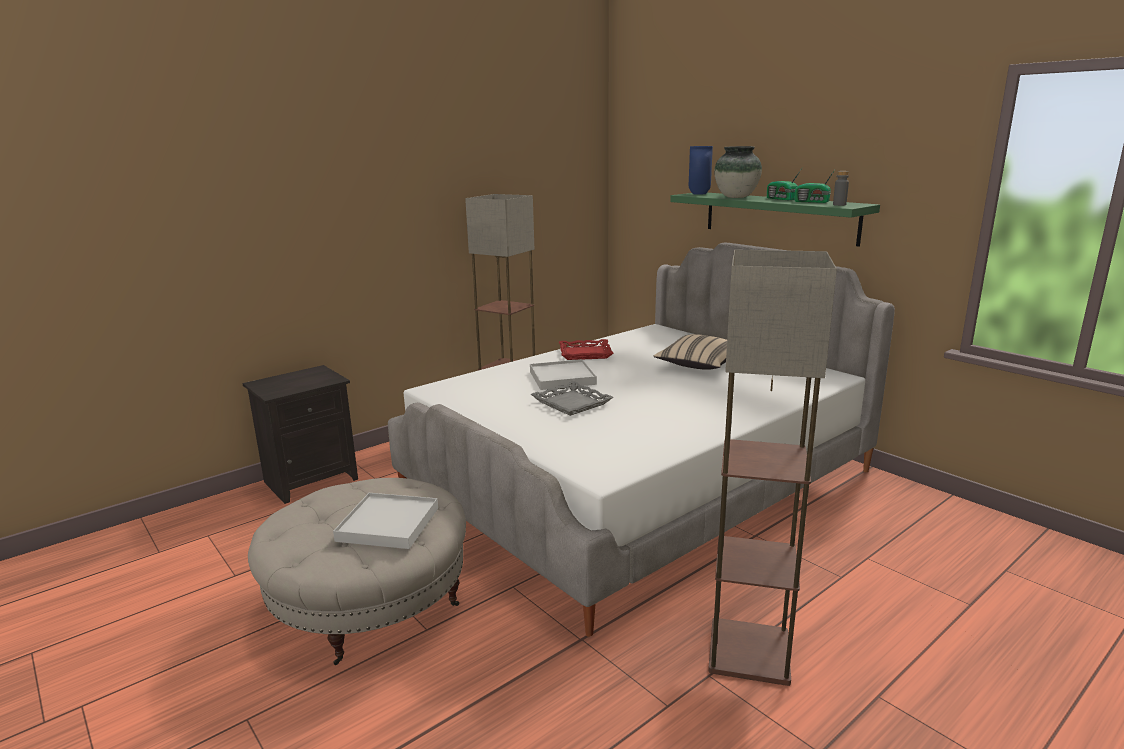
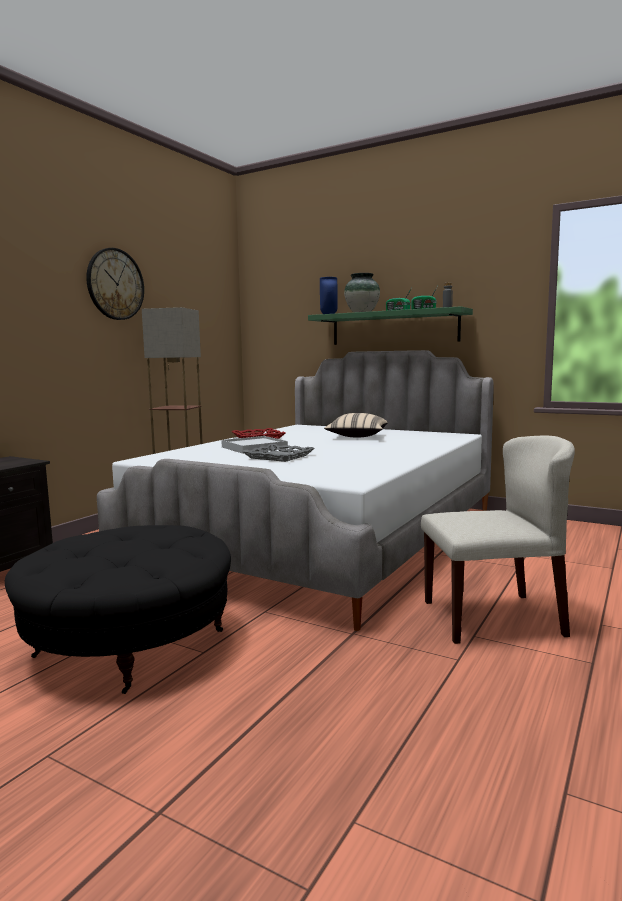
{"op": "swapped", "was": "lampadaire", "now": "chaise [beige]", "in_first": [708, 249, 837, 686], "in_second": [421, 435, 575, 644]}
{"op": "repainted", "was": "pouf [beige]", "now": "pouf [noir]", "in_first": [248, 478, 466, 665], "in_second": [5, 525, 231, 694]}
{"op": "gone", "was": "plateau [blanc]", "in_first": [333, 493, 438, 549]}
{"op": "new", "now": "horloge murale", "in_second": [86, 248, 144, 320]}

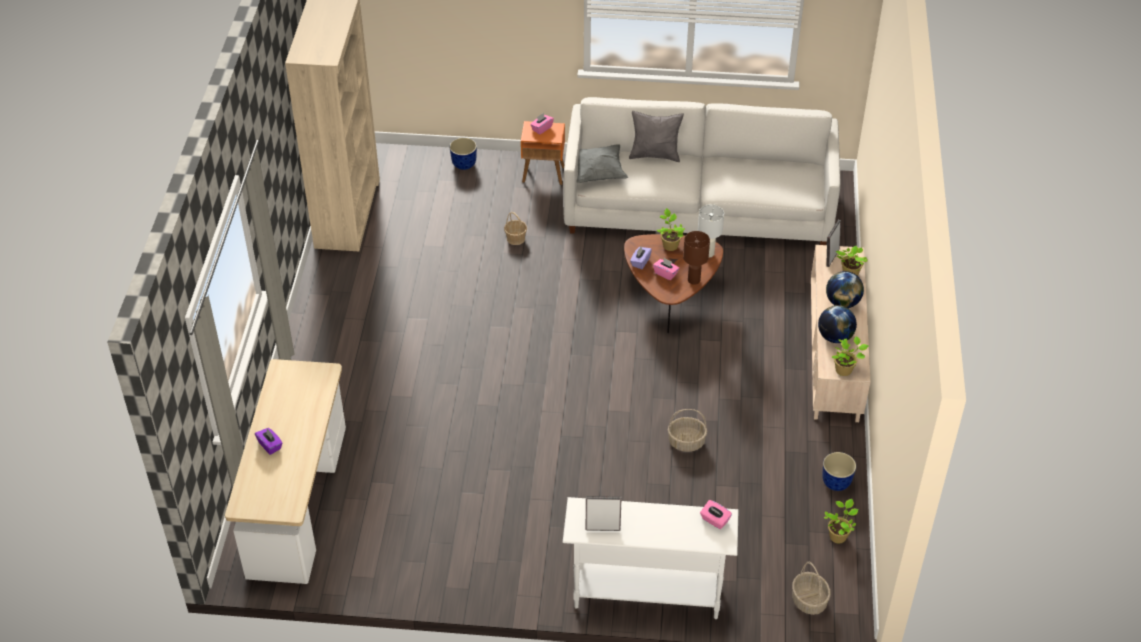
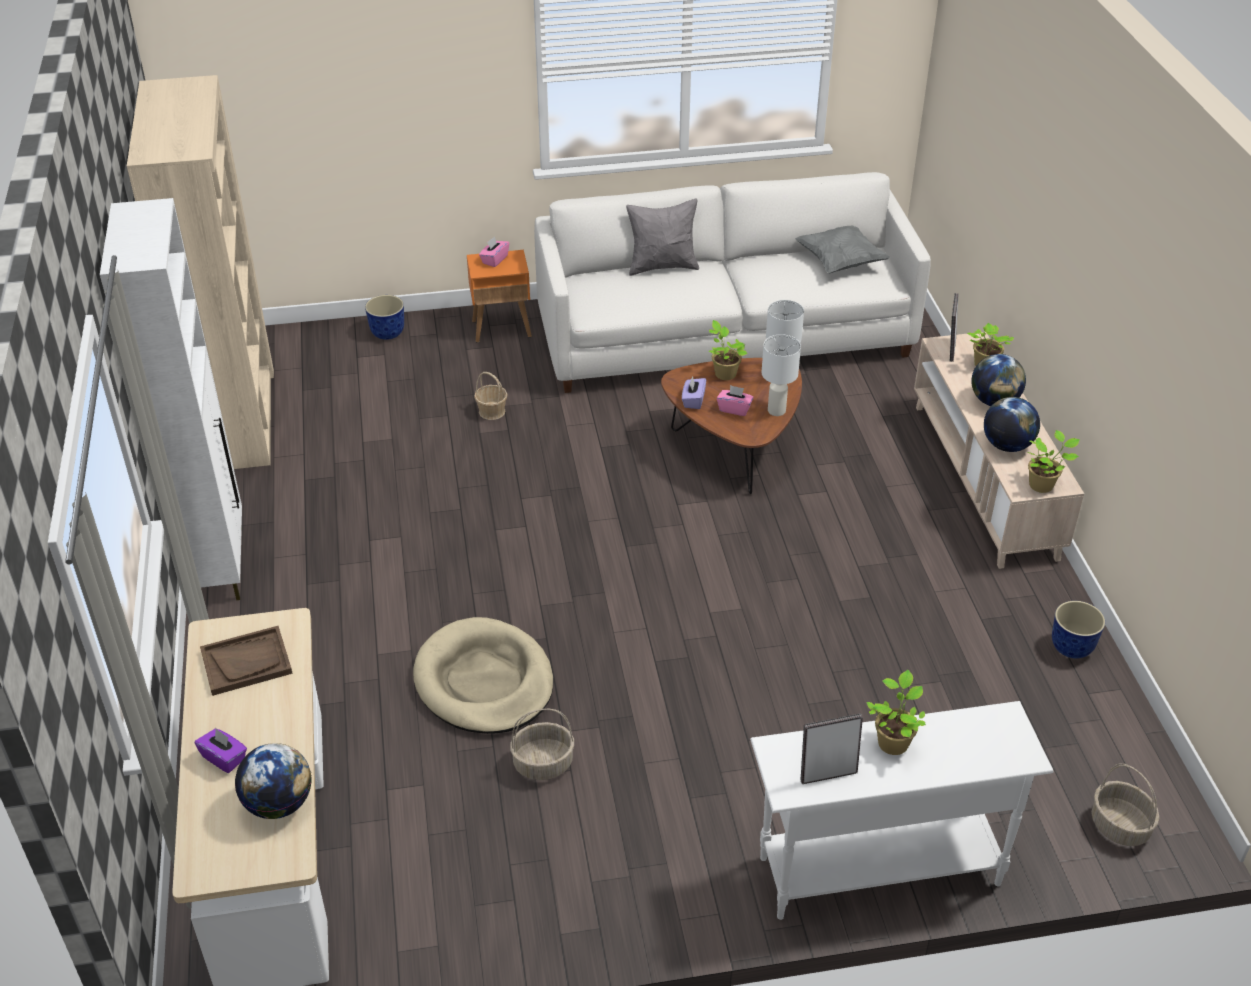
{"op": "shifted", "was": "coussin [gris]", "in_first": [576, 144, 628, 183], "in_second": [795, 225, 890, 274]}
{"op": "repainted", "was": "lampe de table [marron]", "now": "lampe de table [blanc]", "in_first": [683, 231, 710, 285], "in_second": [761, 334, 801, 416]}
{"op": "shifted", "was": "panier", "in_first": [668, 409, 707, 452], "in_second": [510, 709, 574, 780]}
{"op": "shifted", "was": "plante en pot", "in_first": [824, 499, 858, 543], "in_second": [867, 670, 926, 755]}
{"op": "gone", "was": "boîte à mouchoirs [rose]", "in_first": [700, 500, 732, 529]}
{"op": "new", "now": "meuble de rangement [blanc]", "in_second": [100, 198, 242, 600]}
{"op": "new", "now": "panier pour chien [beige]", "in_second": [413, 617, 553, 734]}
{"op": "new", "now": "plateau [marron]", "in_second": [200, 626, 293, 696]}
{"op": "new", "now": "globe", "in_second": [235, 743, 312, 819]}

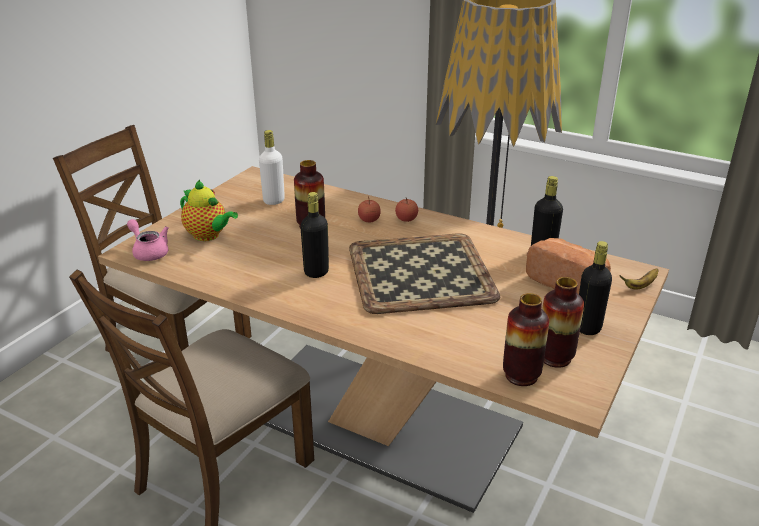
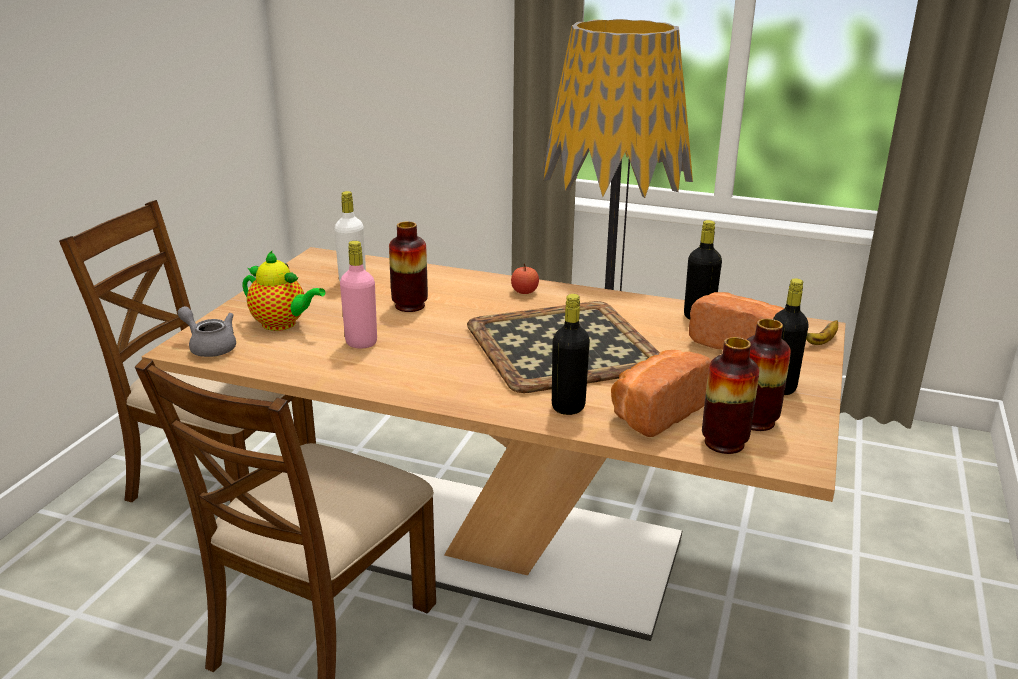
{"op": "shifted", "was": "bouteille [noir]", "in_first": [300, 192, 329, 278], "in_second": [552, 294, 590, 415]}
{"op": "gone", "was": "pomme", "in_first": [358, 196, 381, 223]}
{"op": "repainted", "was": "théière [rose]", "now": "théière [gris]", "in_first": [127, 219, 169, 261], "in_second": [177, 306, 236, 357]}
{"op": "new", "now": "bouteille [rose]", "in_second": [340, 241, 377, 348]}
{"op": "new", "now": "pain", "in_second": [611, 350, 712, 437]}

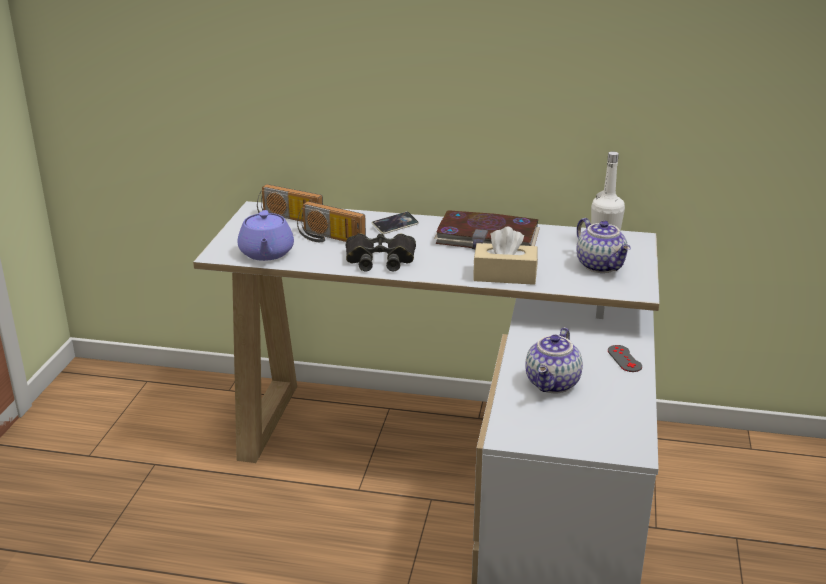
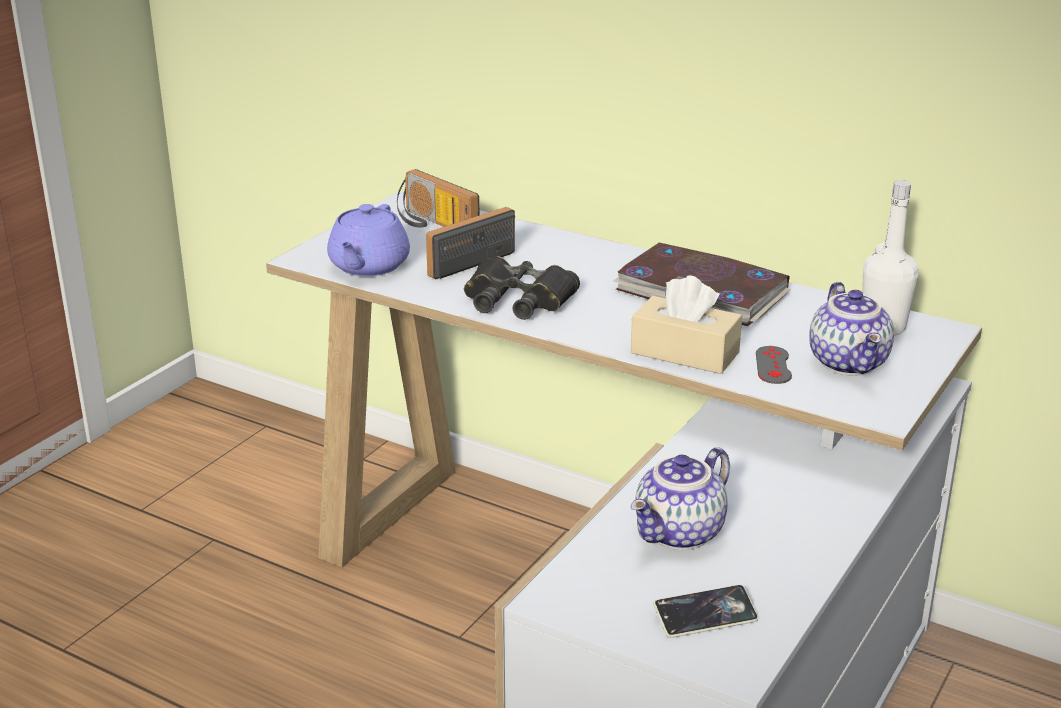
{"op": "rotated", "was": "radio", "in_first": [297, 201, 366, 242], "in_second": [426, 207, 515, 280], "clockwise": 90}
{"op": "shifted", "was": "téléphone", "in_first": [372, 212, 419, 234], "in_second": [654, 585, 758, 638]}
{"op": "shifted", "was": "manette [gris]", "in_first": [608, 345, 642, 372], "in_second": [756, 346, 792, 384]}

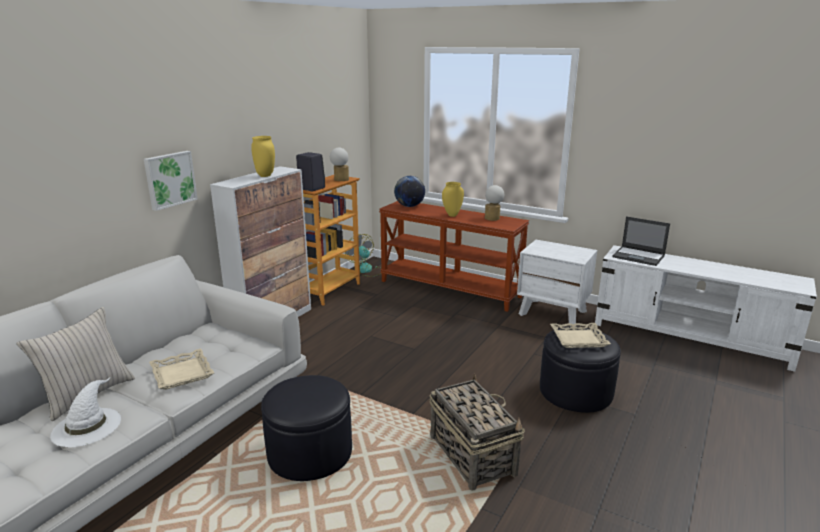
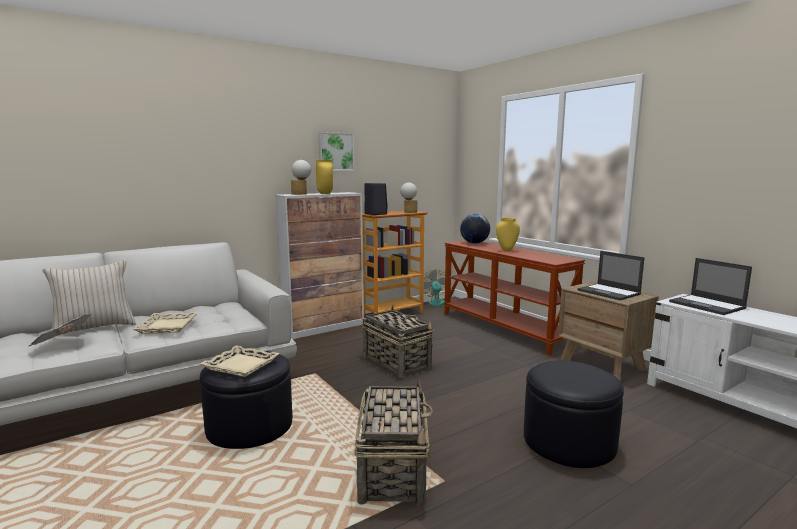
{"op": "shifted", "was": "tableau", "in_first": [144, 151, 198, 211], "in_second": [318, 132, 354, 171]}
{"op": "shifted", "was": "lampe de table", "in_first": [485, 185, 504, 221], "in_second": [291, 160, 311, 195]}
{"op": "repainted", "was": "table de chevet [blanc]", "now": "table de chevet [marron]", "in_first": [517, 240, 597, 324], "in_second": [558, 282, 659, 381]}
{"op": "shifted", "was": "plateau [beige]", "in_first": [550, 323, 611, 348], "in_second": [200, 345, 279, 377]}
{"op": "swapped", "was": "chapeau [blanc]", "now": "journal", "in_first": [50, 378, 121, 447], "in_second": [29, 314, 91, 346]}
{"op": "new", "now": "ordinateur portable", "in_second": [578, 251, 645, 300]}
{"op": "new", "now": "panier", "in_second": [362, 305, 435, 378]}

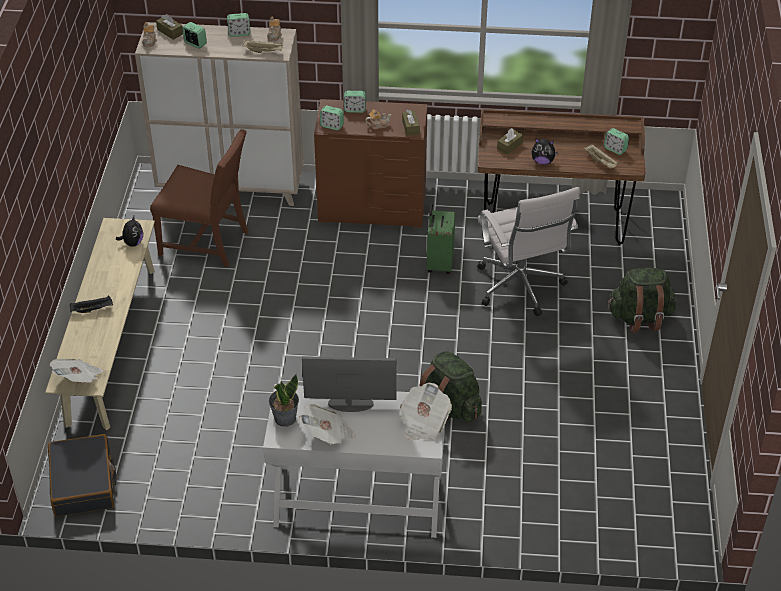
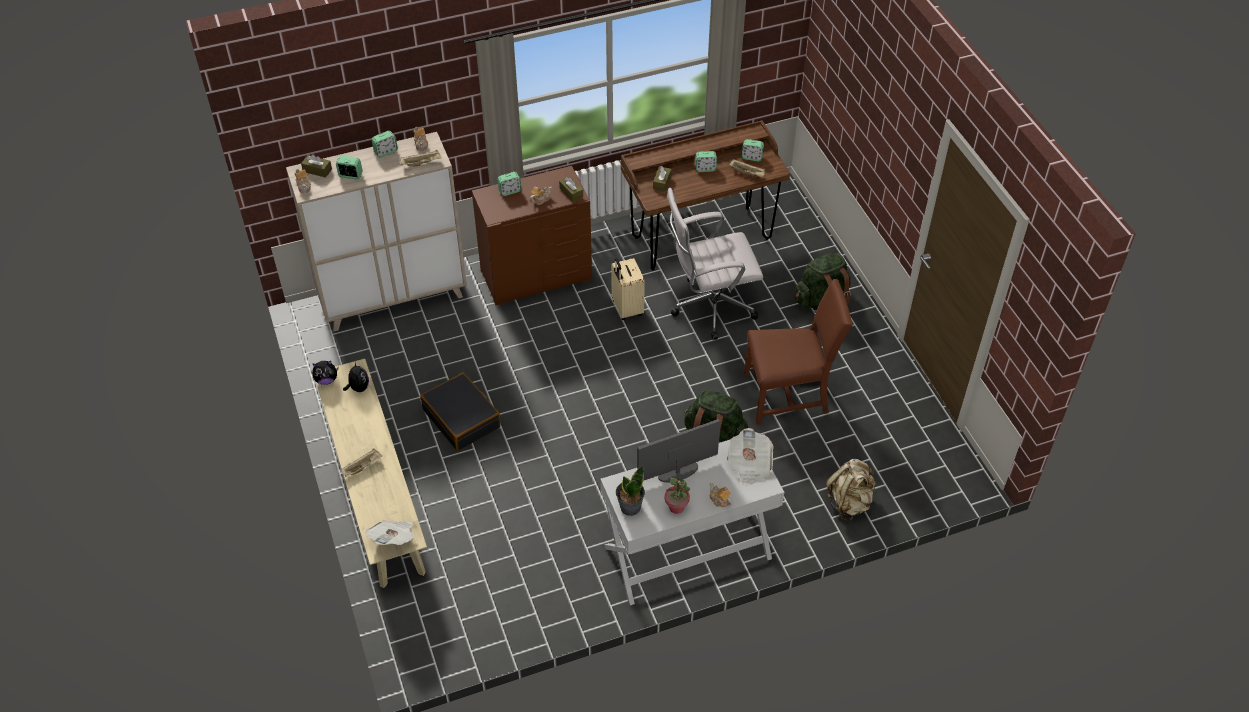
{"op": "shifted", "was": "réveil", "in_first": [320, 106, 344, 130], "in_second": [695, 151, 717, 172]}
{"op": "shifted", "was": "chaise [marron]", "in_first": [150, 129, 248, 267], "in_second": [744, 279, 853, 425]}
{"op": "shifted", "was": "peluche", "in_first": [532, 138, 558, 165], "in_second": [312, 361, 339, 385]}
{"op": "rotated", "was": "chaise de bureau [blanc]", "in_first": [477, 187, 580, 316], "in_second": [667, 188, 763, 340], "clockwise": 120}
{"op": "repainted", "was": "valise [vert]", "now": "valise [beige]", "in_first": [427, 204, 455, 274], "in_second": [611, 258, 645, 320]}
{"op": "repainted", "was": "plateau [noir]", "now": "plateau [beige]", "in_first": [70, 296, 113, 313], "in_second": [341, 448, 383, 477]}
{"op": "swapped", "was": "journal", "now": "plante en pot", "in_first": [299, 404, 356, 445], "in_second": [664, 476, 690, 514]}
{"op": "shifted", "was": "valise [noir]", "in_first": [48, 434, 116, 517], "in_second": [420, 373, 500, 451]}
{"op": "new", "now": "sac à dos [beige]", "in_second": [826, 459, 876, 521]}
{"op": "new", "now": "théière", "in_second": [710, 483, 733, 507]}

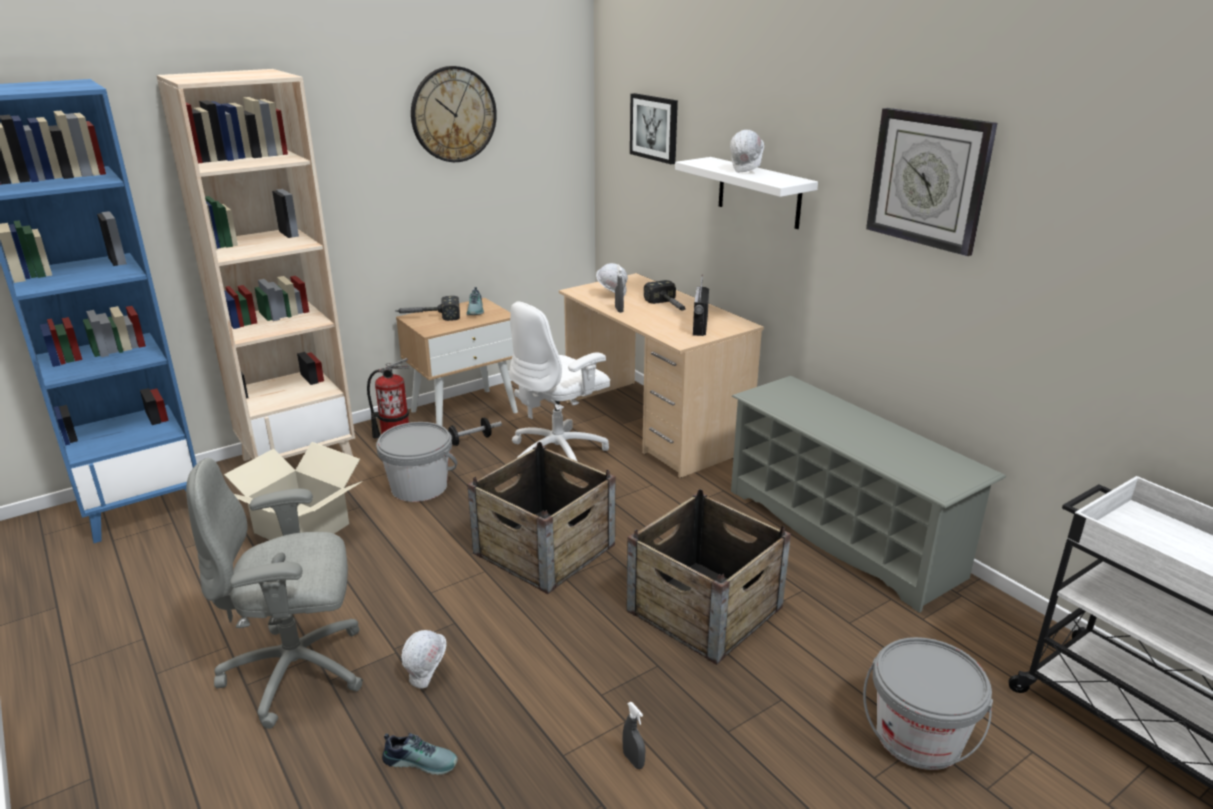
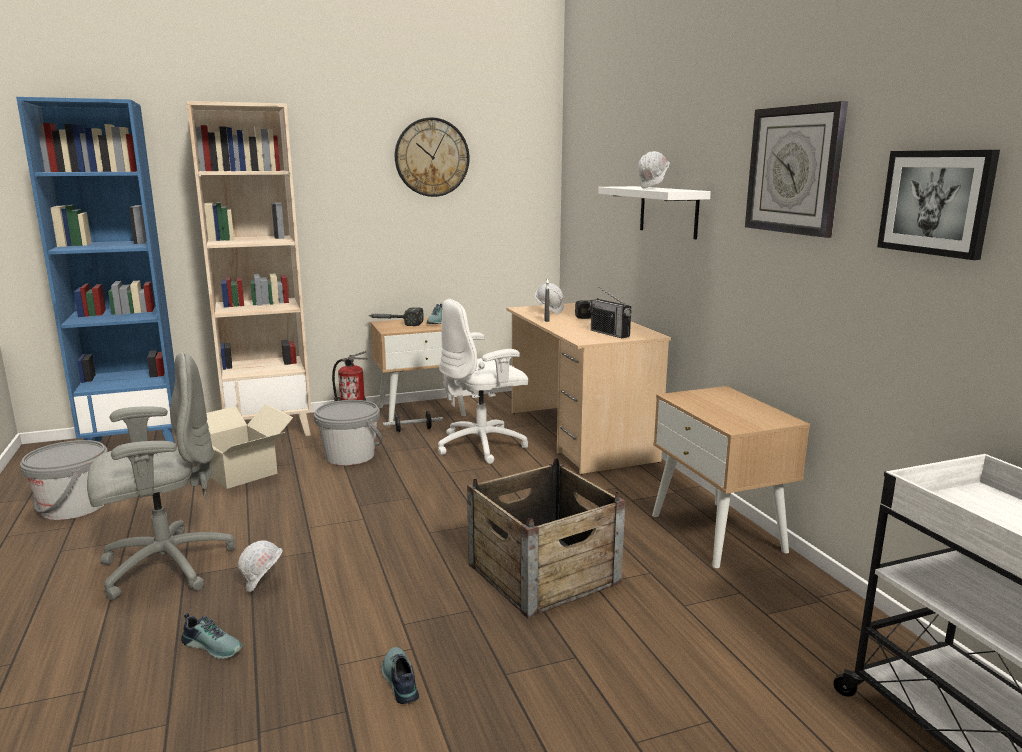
{"op": "shifted", "was": "tableau", "in_first": [630, 93, 678, 164], "in_second": [877, 150, 1000, 260]}
{"op": "rotated", "was": "radio", "in_first": [693, 274, 709, 336], "in_second": [590, 287, 632, 338], "clockwise": -60}
{"op": "swapped", "was": "étagère à chaussures [gris]", "now": "table de chevet [beige]", "in_first": [731, 376, 1006, 613], "in_second": [652, 386, 810, 568]}
{"op": "gone", "was": "caisse", "in_first": [467, 442, 615, 594]}
{"op": "rotated", "was": "chaise de bureau [gris]", "in_first": [186, 458, 363, 729], "in_second": [87, 353, 235, 601], "clockwise": 150}
{"op": "shifted", "was": "seau [gris]", "in_first": [863, 637, 993, 770], "in_second": [20, 440, 108, 520]}
{"op": "swapped", "was": "vaporisateur [gris]", "now": "chaussure", "in_first": [623, 702, 646, 769], "in_second": [382, 647, 419, 704]}

